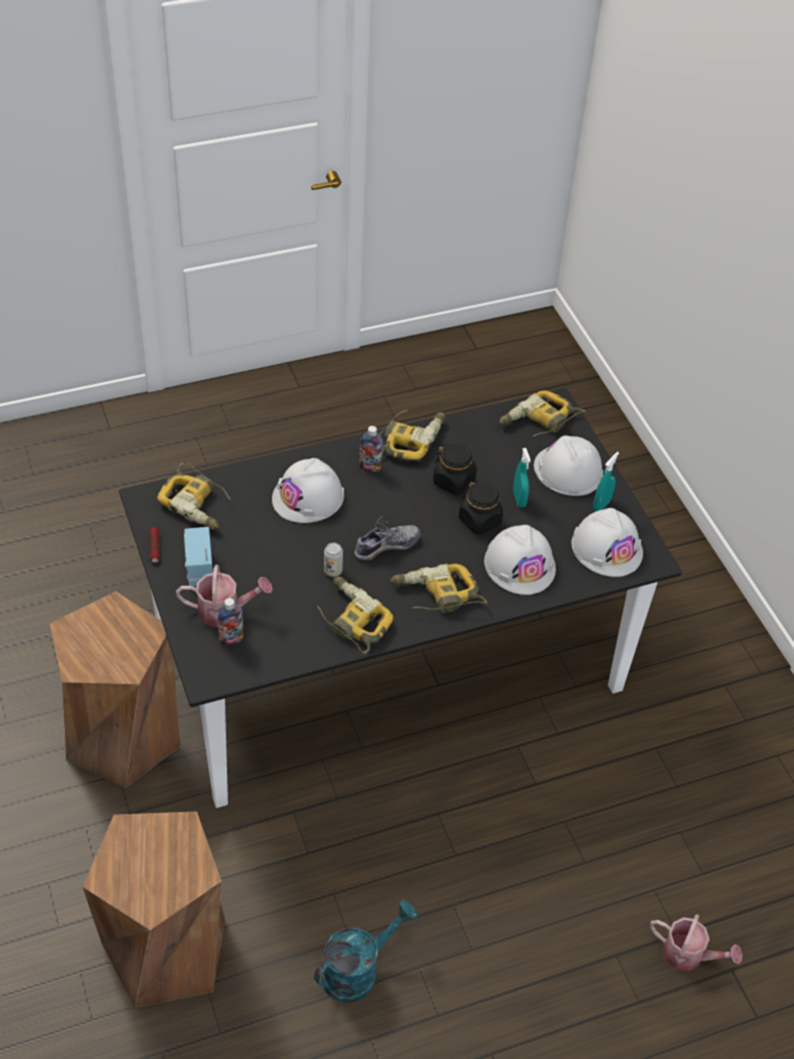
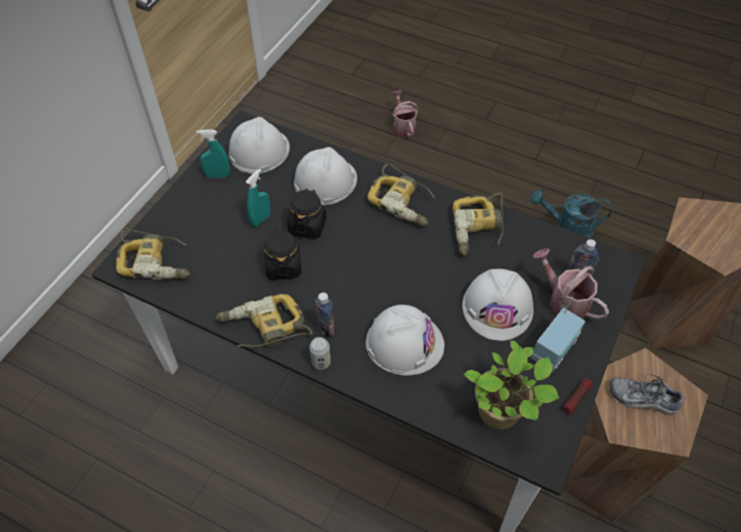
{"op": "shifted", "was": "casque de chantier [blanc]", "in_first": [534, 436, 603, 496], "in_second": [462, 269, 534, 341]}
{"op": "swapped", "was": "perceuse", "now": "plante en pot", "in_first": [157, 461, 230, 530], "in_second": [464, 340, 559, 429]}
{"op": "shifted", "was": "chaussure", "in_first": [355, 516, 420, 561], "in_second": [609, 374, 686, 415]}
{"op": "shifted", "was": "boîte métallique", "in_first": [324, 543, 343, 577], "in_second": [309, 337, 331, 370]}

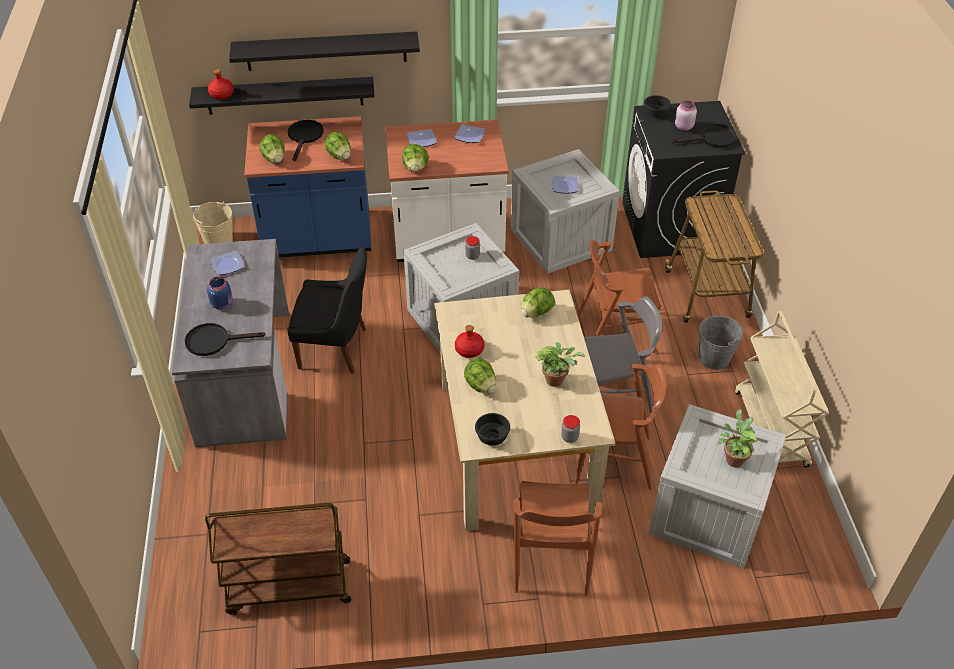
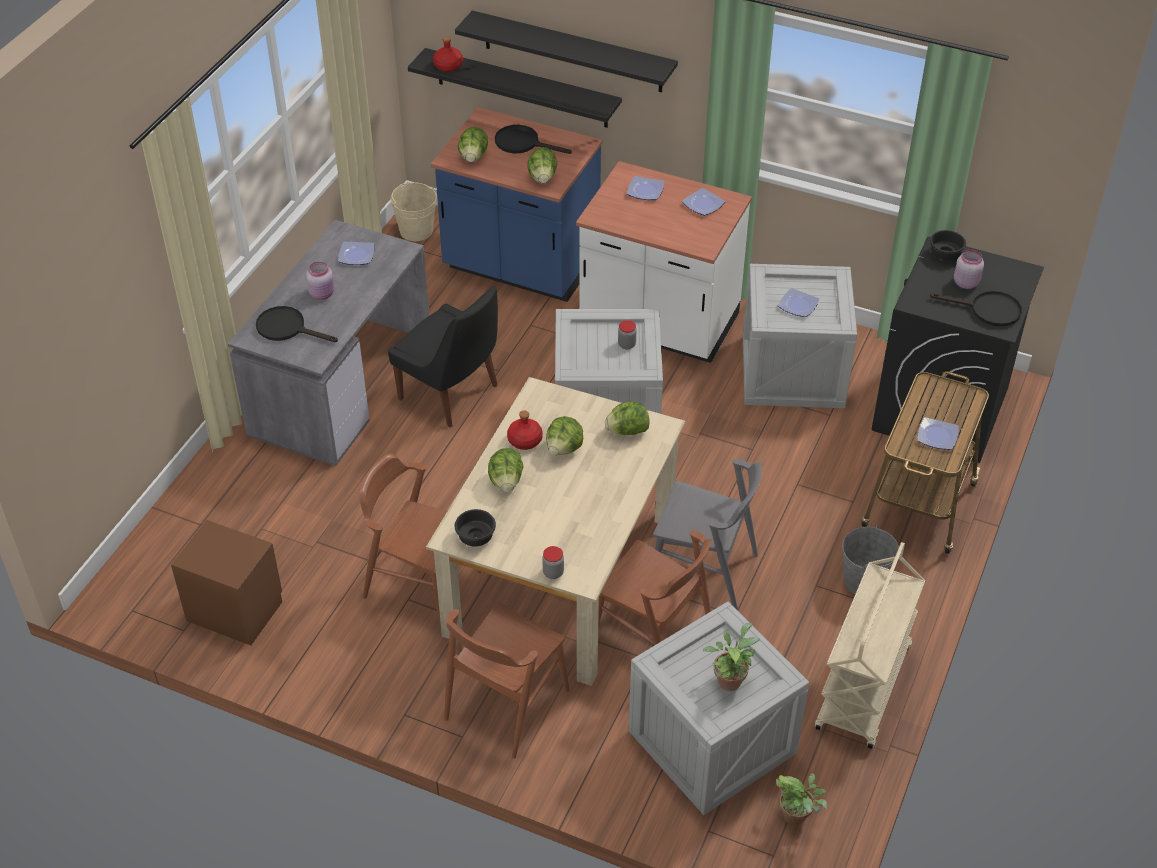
{"op": "rotated", "was": "poêle [noir]", "in_first": [288, 120, 324, 161], "in_second": [495, 125, 572, 154], "clockwise": -105}
{"op": "shifted", "was": "laitue", "in_first": [402, 144, 429, 172], "in_second": [546, 416, 583, 455]}
{"op": "shifted", "was": "chaise [marron]", "in_first": [577, 239, 661, 353], "in_second": [359, 453, 481, 626]}
{"op": "repainted", "was": "bocal [bleu]", "now": "bocal [rose]", "in_first": [207, 277, 233, 310], "in_second": [306, 262, 334, 300]}
{"op": "shifted", "was": "plante en pot", "in_first": [535, 342, 585, 387], "in_second": [776, 773, 827, 825]}
{"op": "swapped", "was": "chariot [marron]", "now": "table de chevet [marron]", "in_first": [205, 503, 351, 615], "in_second": [171, 520, 282, 645]}
{"op": "new", "now": "assiette", "in_second": [917, 417, 959, 450]}

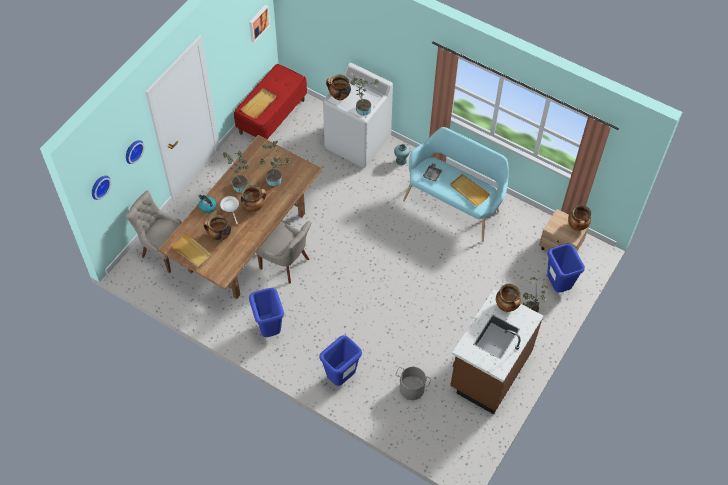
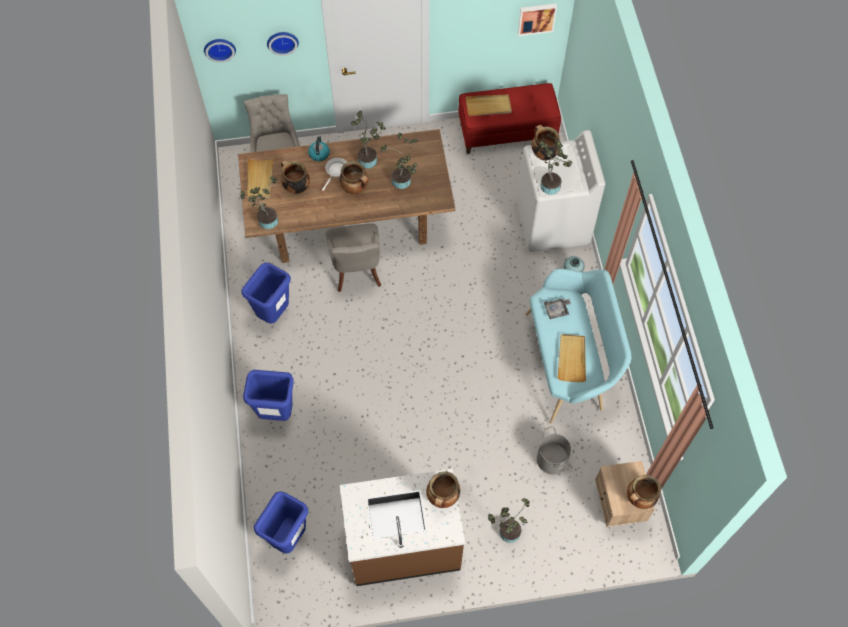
{"op": "shifted", "was": "poubelle [bleu]", "in_first": [547, 243, 585, 293], "in_second": [254, 491, 308, 553]}
{"op": "shifted", "was": "seau [gris]", "in_first": [396, 367, 431, 400], "in_second": [537, 426, 572, 475]}
{"op": "new", "now": "plante en pot", "in_second": [240, 176, 278, 229]}

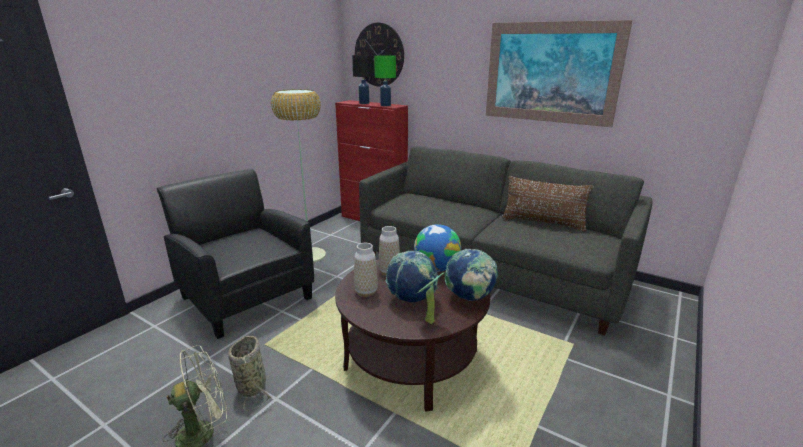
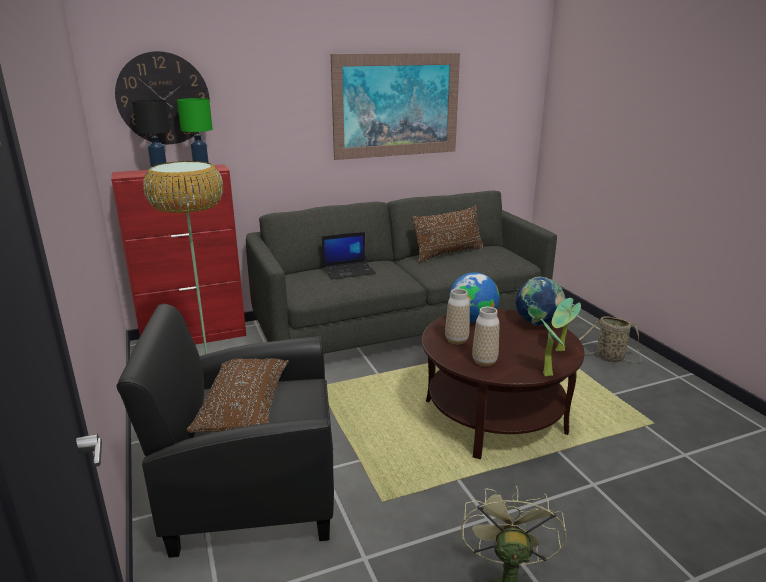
{"op": "gone", "was": "globe", "in_first": [386, 251, 438, 302]}
{"op": "shifted", "was": "panier", "in_first": [228, 336, 271, 411], "in_second": [579, 316, 641, 362]}
{"op": "new", "now": "ordinateur portable", "in_second": [322, 232, 376, 280]}
{"op": "new", "now": "plante en pot", "in_second": [541, 319, 565, 376]}
{"op": "new", "now": "coussin [marron]", "in_second": [187, 358, 289, 433]}

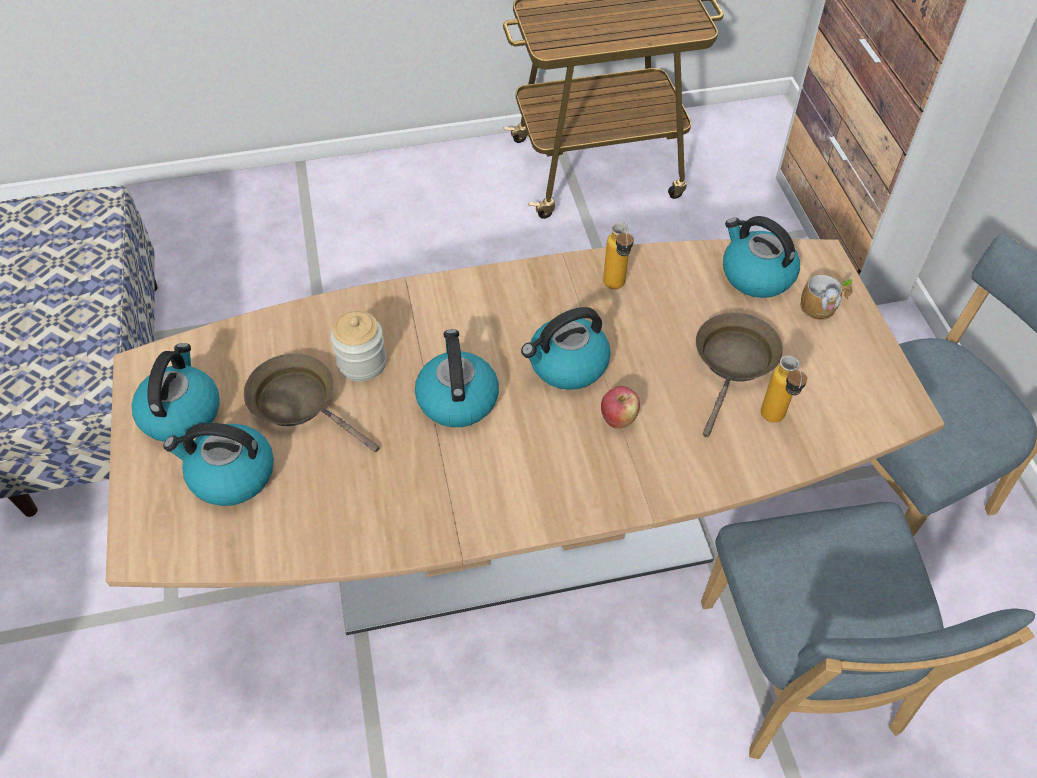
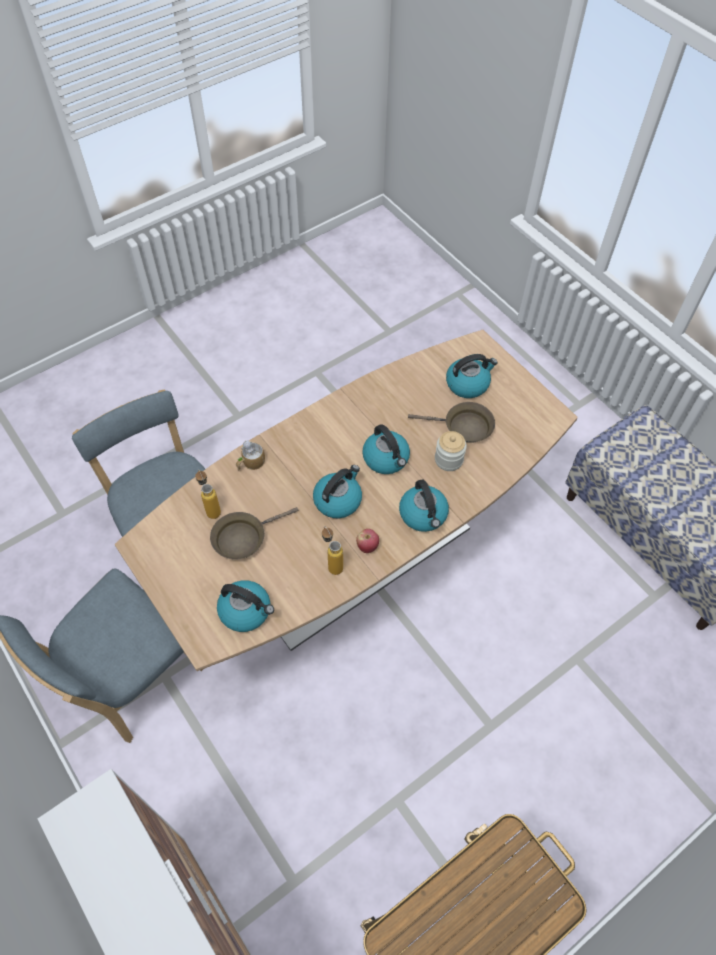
{"op": "shifted", "was": "mug", "in_first": [800, 275, 853, 320], "in_second": [236, 441, 265, 470]}
{"op": "rotated", "was": "poêle [marron]", "in_first": [696, 312, 783, 437], "in_second": [210, 507, 298, 560], "clockwise": 60}
{"op": "shifted", "was": "bouilloire", "in_first": [132, 343, 220, 442], "in_second": [399, 479, 449, 532]}
{"op": "shifted", "was": "pomme", "in_first": [601, 386, 640, 429], "in_second": [356, 529, 379, 553]}

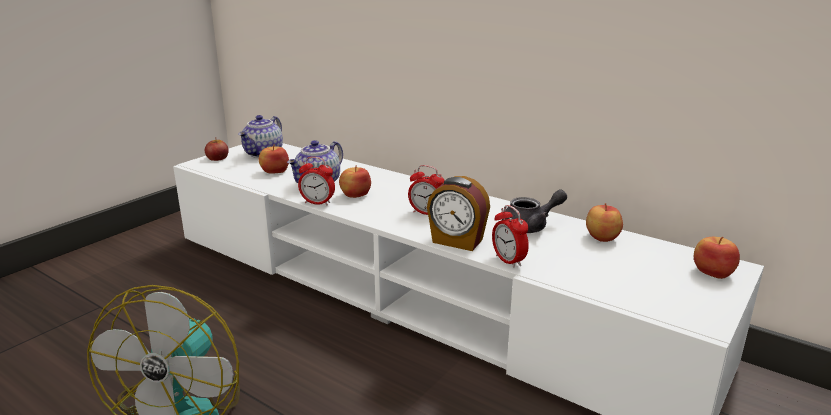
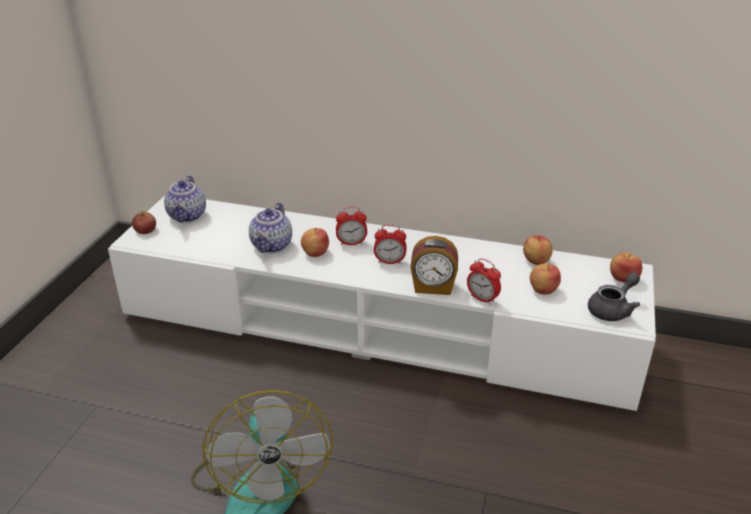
{"op": "shifted", "was": "pomme", "in_first": [259, 144, 289, 174], "in_second": [530, 263, 561, 295]}
{"op": "shifted", "was": "réveil", "in_first": [298, 157, 335, 206], "in_second": [336, 207, 367, 245]}
{"op": "shifted", "was": "théière [gris]", "in_first": [502, 189, 567, 233], "in_second": [588, 272, 640, 321]}

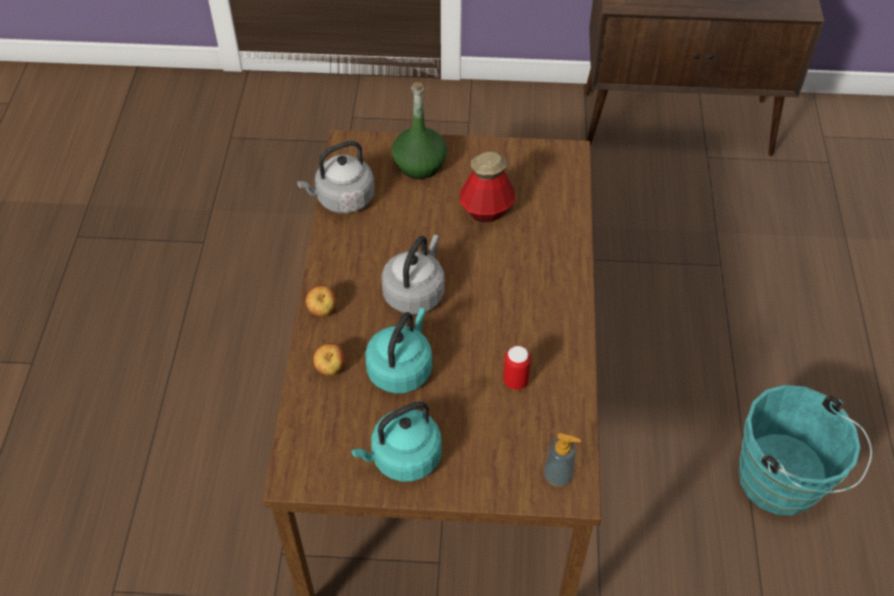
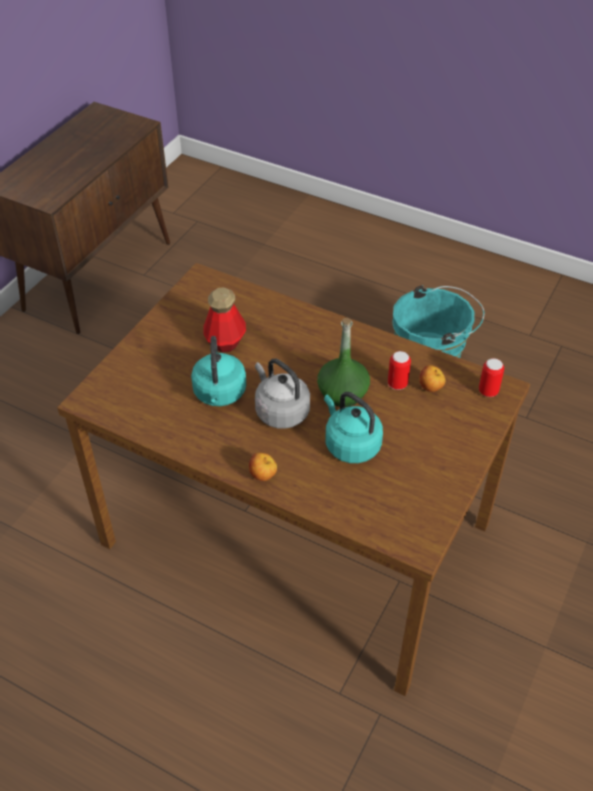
{"op": "shifted", "was": "bouteille [vert]", "in_first": [392, 82, 447, 179], "in_second": [317, 318, 370, 407]}
{"op": "gone", "was": "bouilloire [gris]", "in_first": [297, 141, 374, 213]}
{"op": "shifted", "was": "pomme", "in_first": [313, 343, 345, 376], "in_second": [419, 365, 445, 392]}
{"op": "shifted", "was": "bouilloire [turquoise]", "in_first": [351, 401, 442, 482], "in_second": [191, 336, 246, 406]}
{"op": "swapped", "was": "distributeur de savon", "now": "boîte métallique", "in_first": [544, 433, 581, 487], "in_second": [479, 358, 504, 397]}

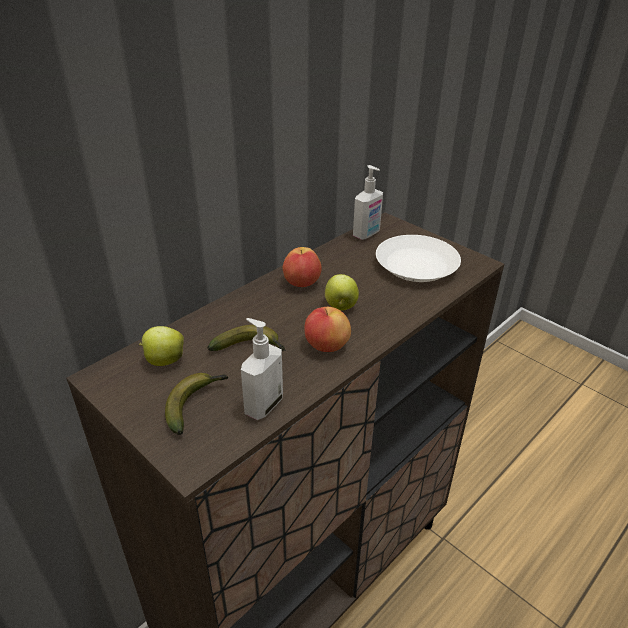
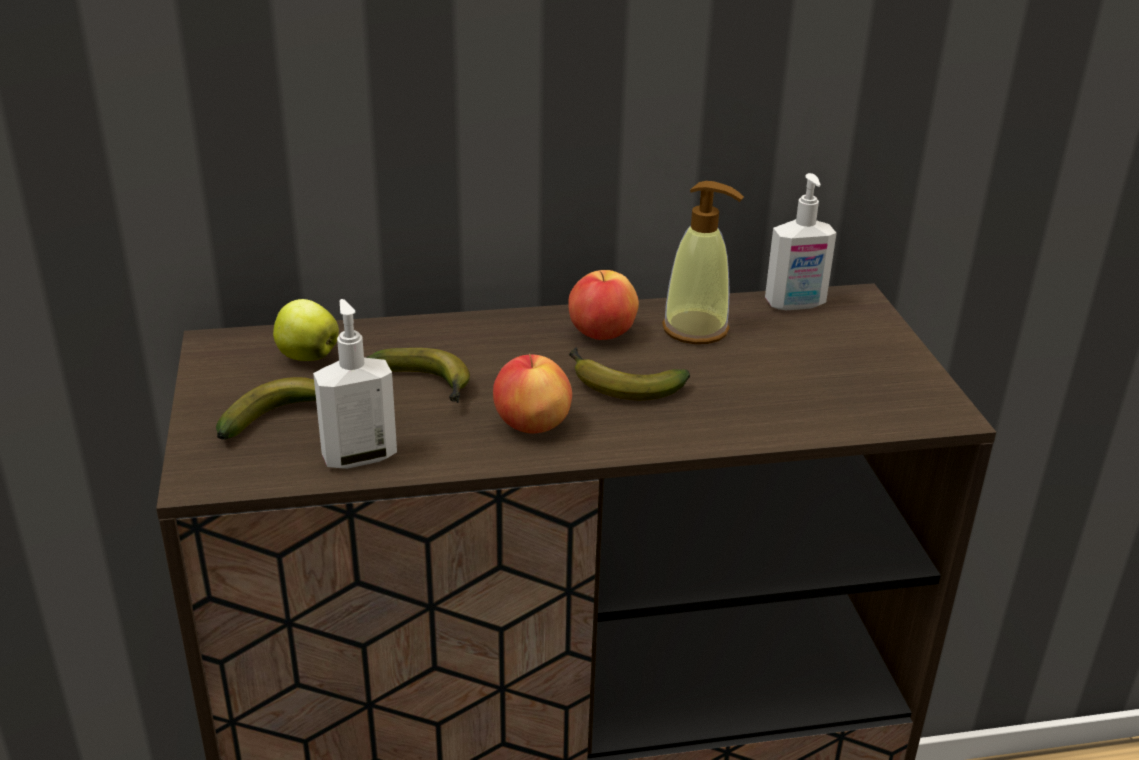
{"op": "gone", "was": "assiette [blanc]", "in_first": [376, 235, 461, 282]}
{"op": "swapped", "was": "pomme", "now": "banane", "in_first": [325, 274, 359, 310], "in_second": [569, 348, 690, 400]}
{"op": "new", "now": "distributeur de savon", "in_second": [662, 181, 744, 344]}

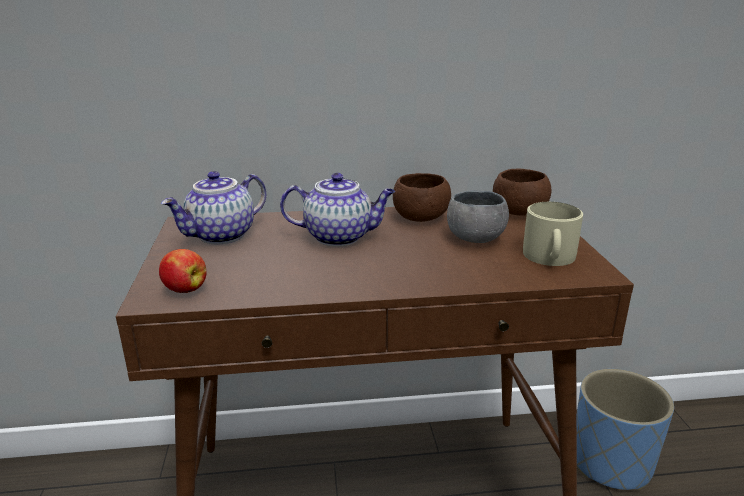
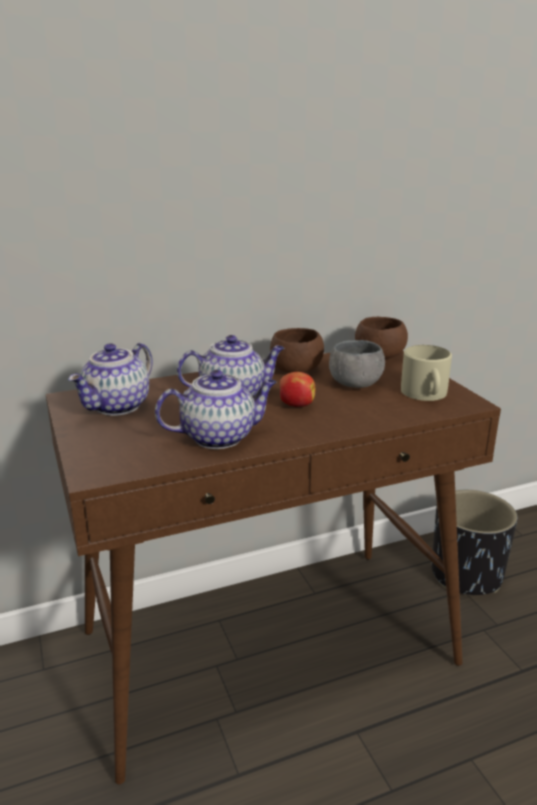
{"op": "shifted", "was": "pomme", "in_first": [159, 249, 206, 293], "in_second": [280, 372, 316, 407]}
{"op": "repainted", "was": "cache-pot [bleu]", "now": "cache-pot [noir]", "in_first": [577, 369, 674, 490], "in_second": [432, 490, 518, 595]}
{"op": "new", "now": "théière", "in_second": [155, 370, 277, 449]}

